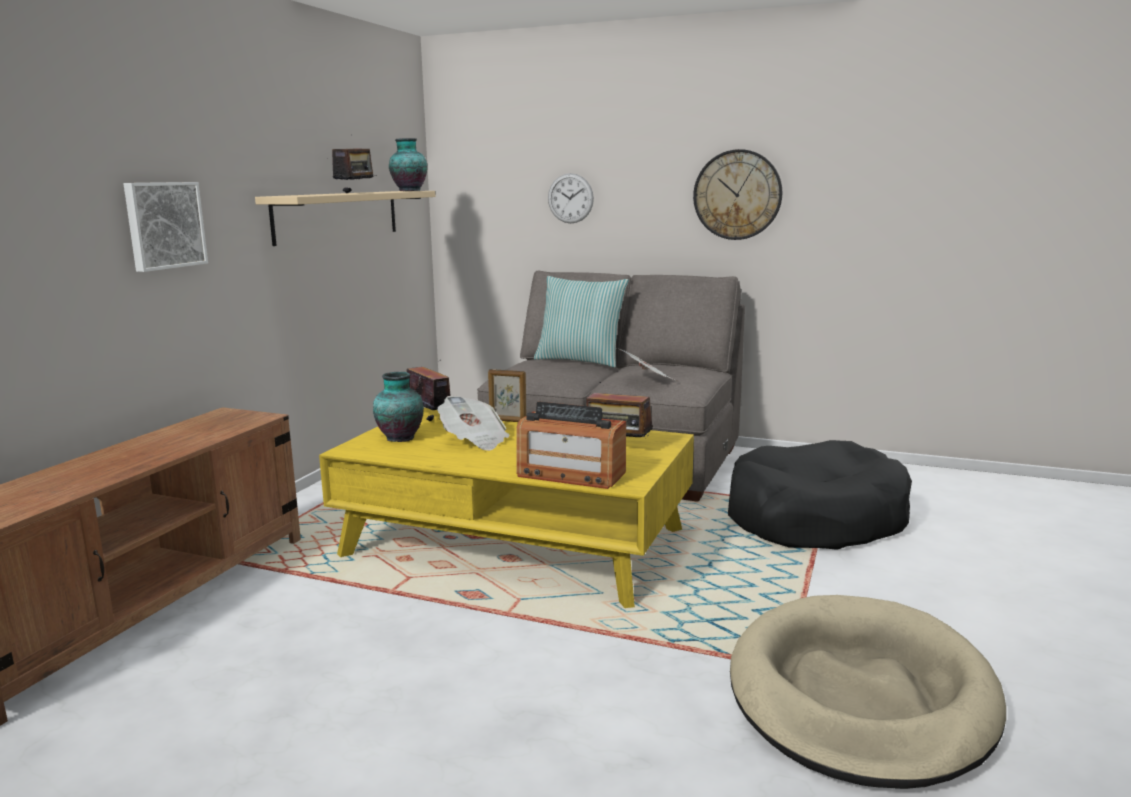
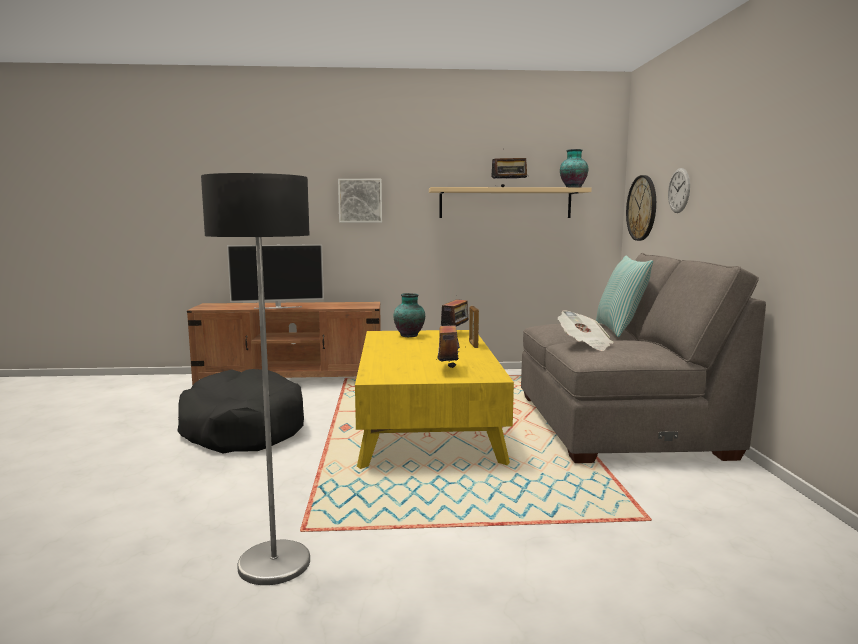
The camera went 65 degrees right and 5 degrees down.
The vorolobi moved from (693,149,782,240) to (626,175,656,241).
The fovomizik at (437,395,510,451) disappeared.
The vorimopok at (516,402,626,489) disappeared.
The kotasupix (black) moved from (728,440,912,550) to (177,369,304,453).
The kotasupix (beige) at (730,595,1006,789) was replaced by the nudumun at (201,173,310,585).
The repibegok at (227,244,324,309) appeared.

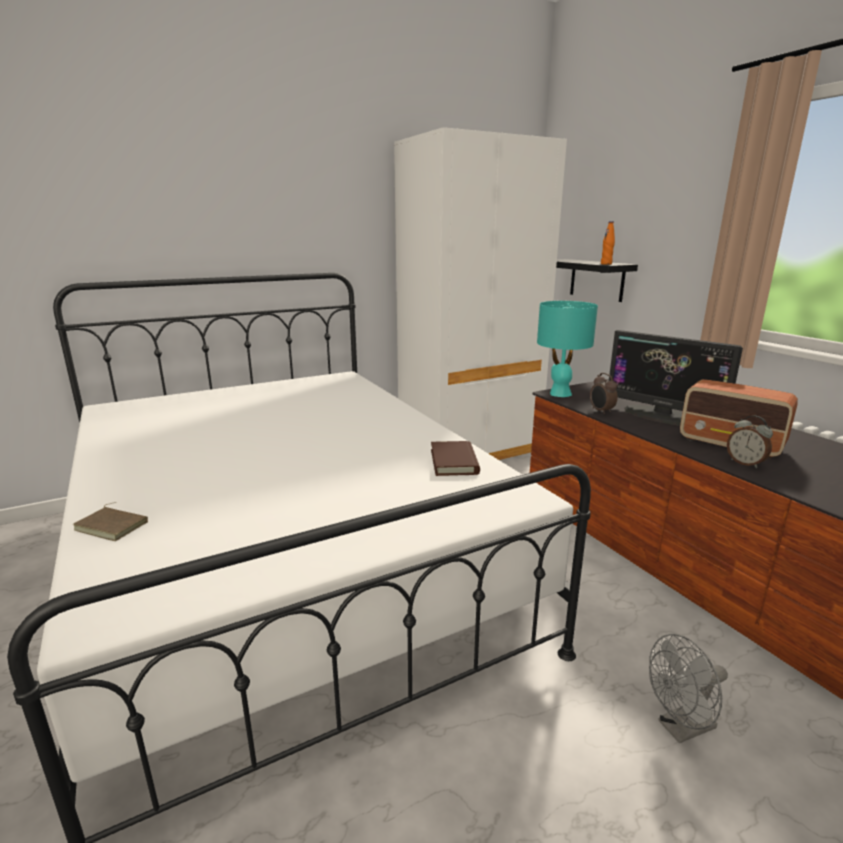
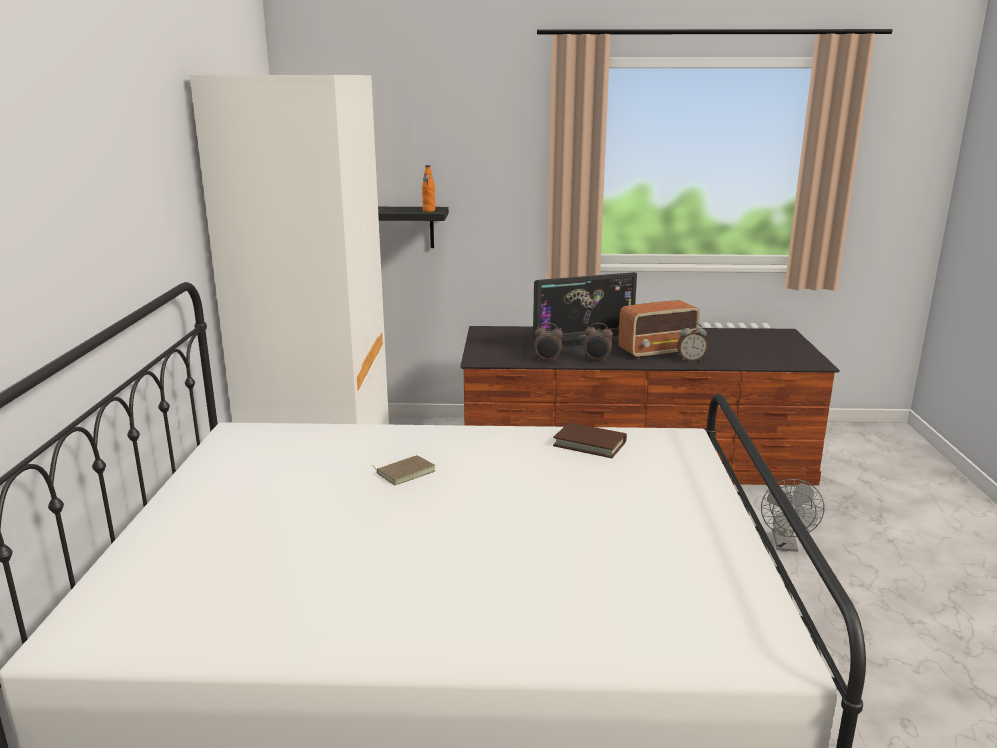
The camera went 60 degrees left and 0 degrees up.
The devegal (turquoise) at (537,301,598,397) disappeared.
The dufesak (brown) moved from (73,502,148,541) to (371,455,435,485).
The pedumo at (584,323,613,362) appeared.

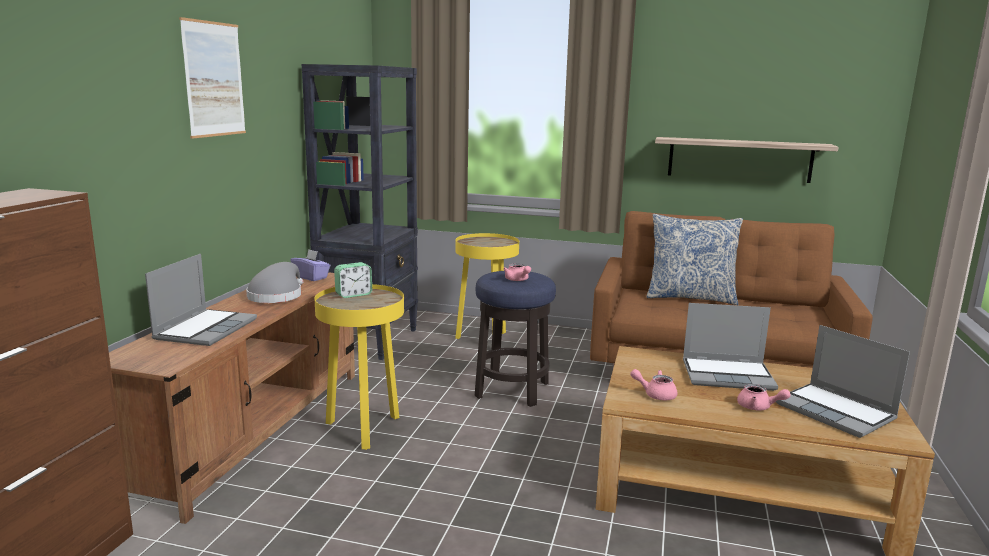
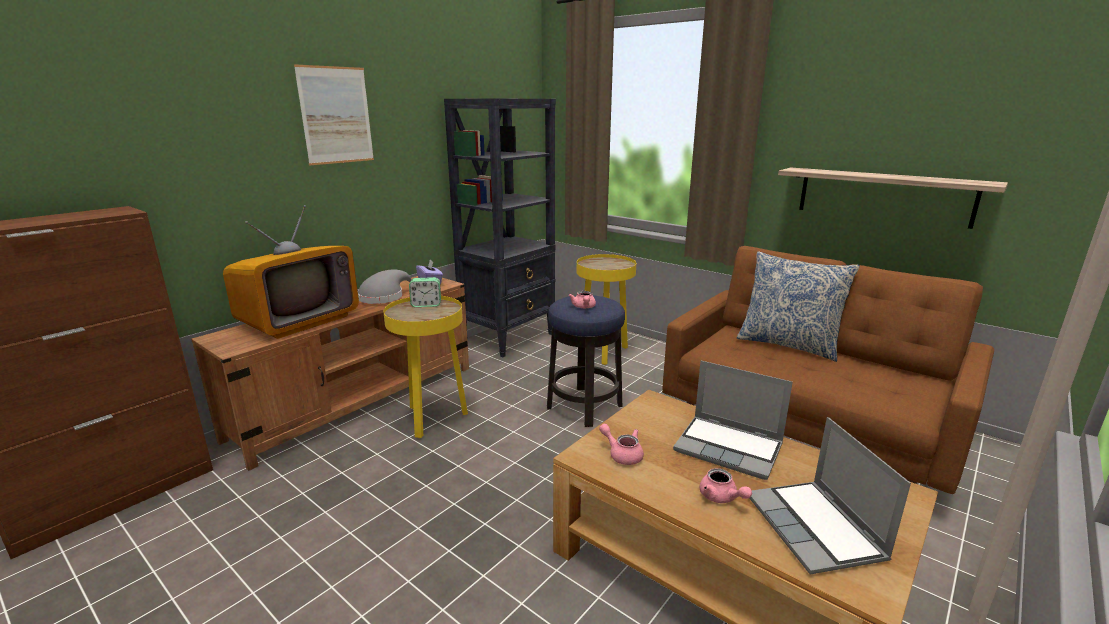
The camera went 25 degrees right and 5 degrees up.
The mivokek at (145,254,257,346) was replaced by the repibegok at (223,205,359,339).

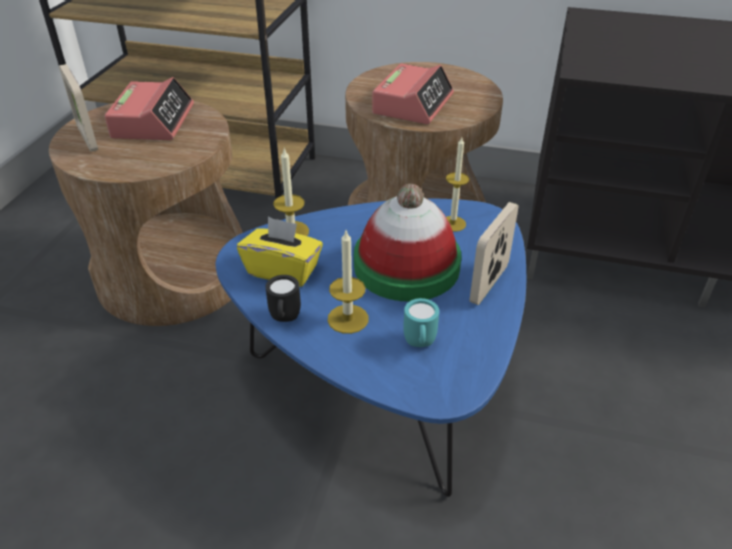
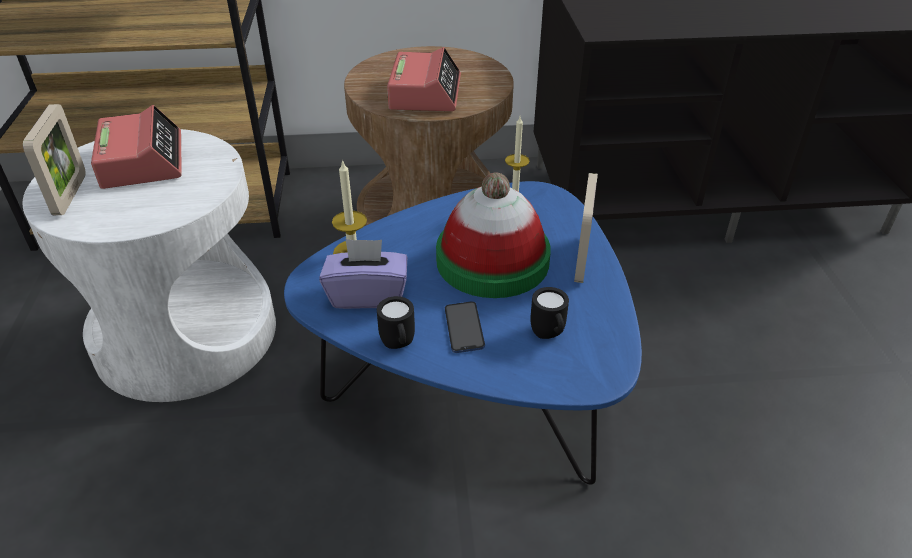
The camera went 20 degrees left and 0 degrees up.
The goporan at (59,64,98,152) turned 135 degrees counterclockwise.
The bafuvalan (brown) at (49,101,243,326) became the bafuvalan (white) at (23,129,276,402).
The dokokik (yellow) at (237,217,323,287) became the dokokik (purple) at (319,239,407,309).
The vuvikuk at (328,231,369,334) was replaced by the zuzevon at (445,301,485,353).
The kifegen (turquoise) at (403,298,439,347) became the kifegen (black) at (530,287,569,339).

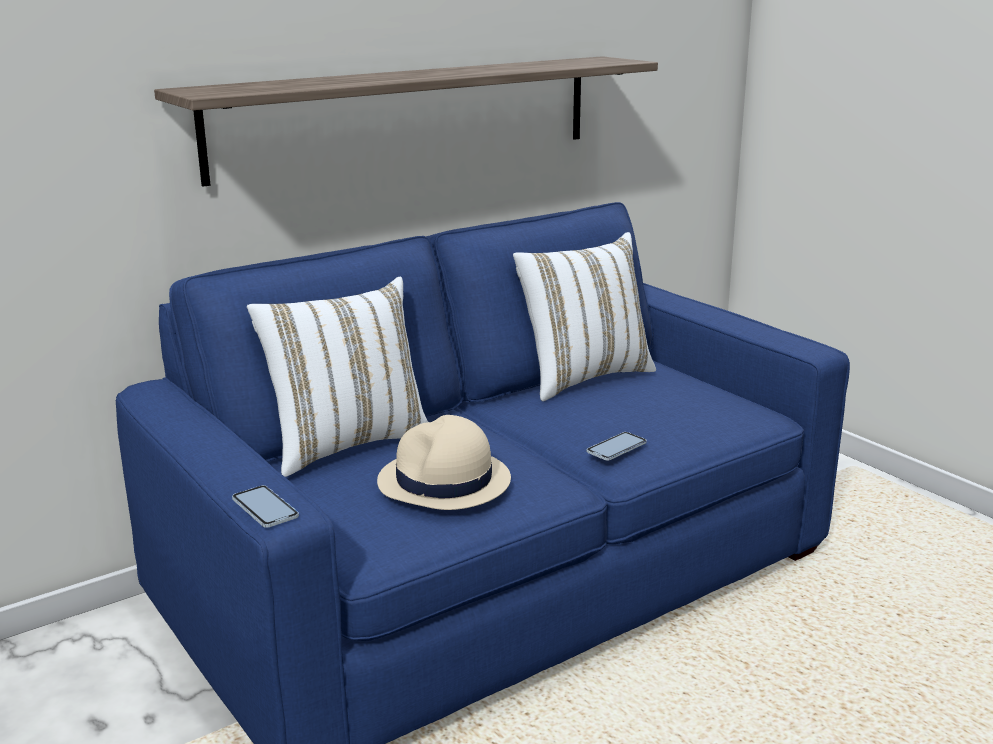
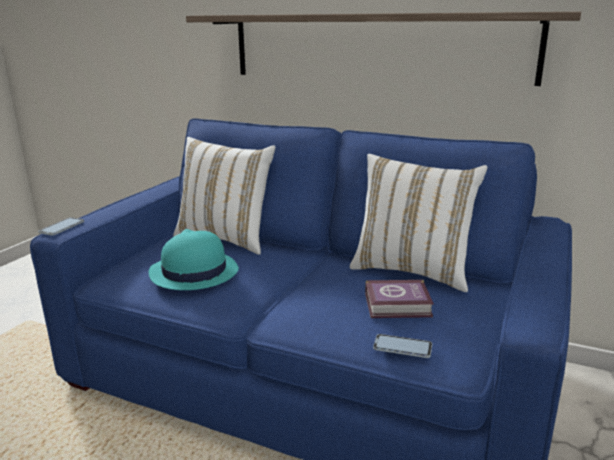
The camera went 60 degrees right and 0 degrees up.
The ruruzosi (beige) at (377,415,511,510) became the ruruzosi (turquoise) at (149,229,239,290).
The zuzevon moved from (587,432,647,461) to (373,334,432,358).
The dufesak at (365,280,434,318) appeared.

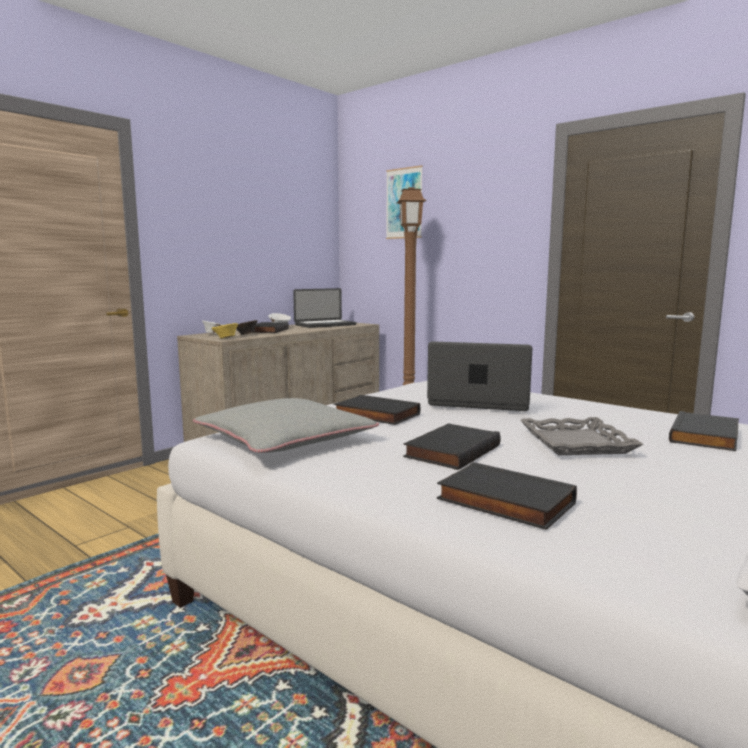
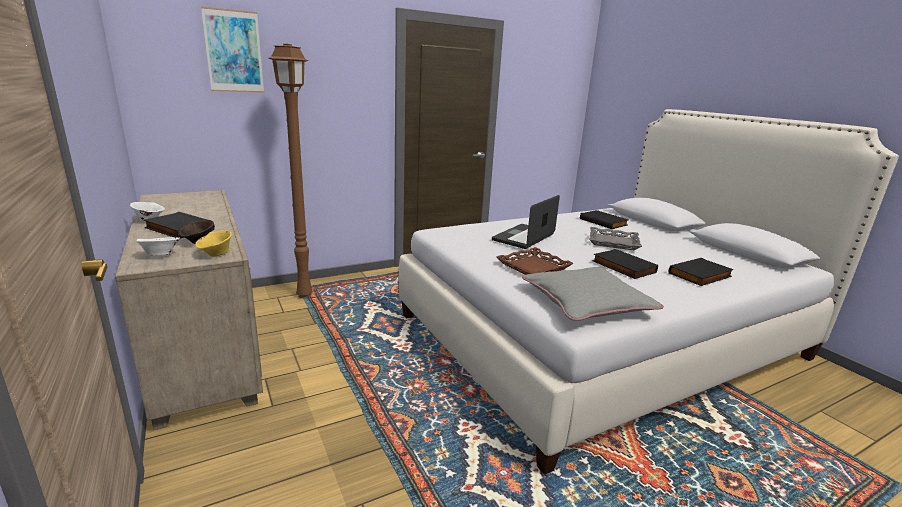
The camera went 70 degrees left and 10 degrees up.
The mivokek at (293,288,357,328) disappeared.
The dufesak (black) at (334,395,420,425) was replaced by the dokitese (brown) at (496,247,574,275).

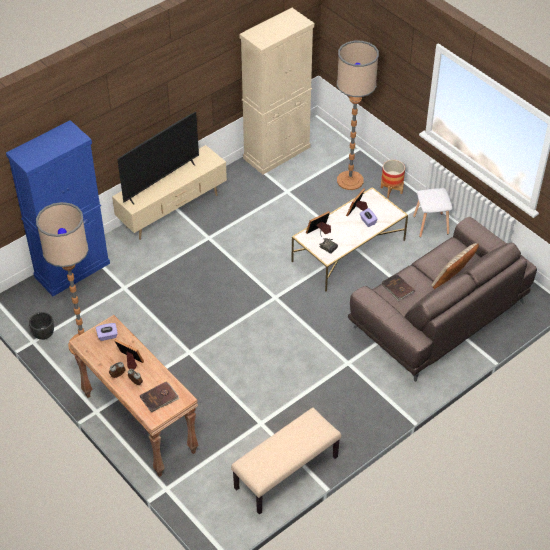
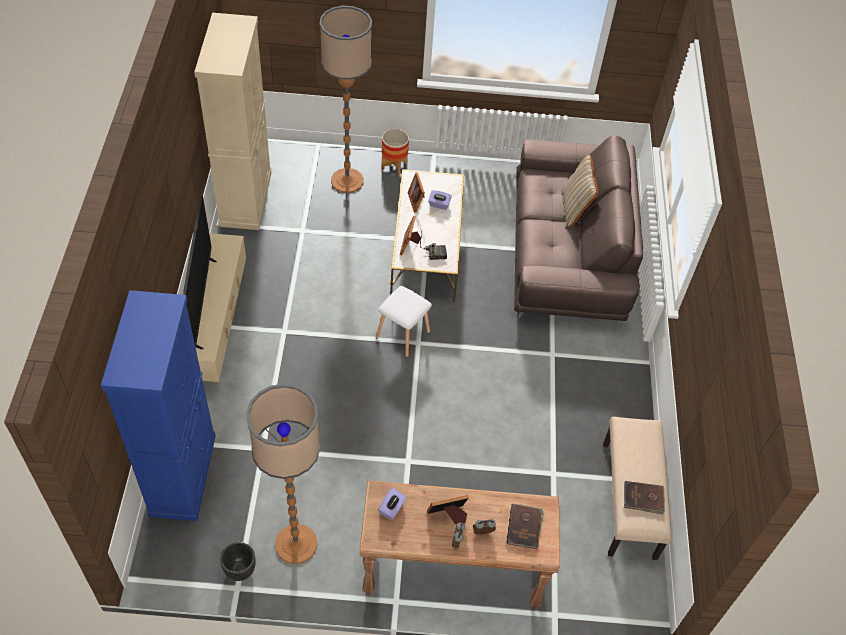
The camera went 50 degrees left and 5 degrees up.
The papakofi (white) moved from (413,188,452,237) to (376,286,432,357).
The dufesak (brown) moved from (381,273,415,301) to (624,481,665,515).

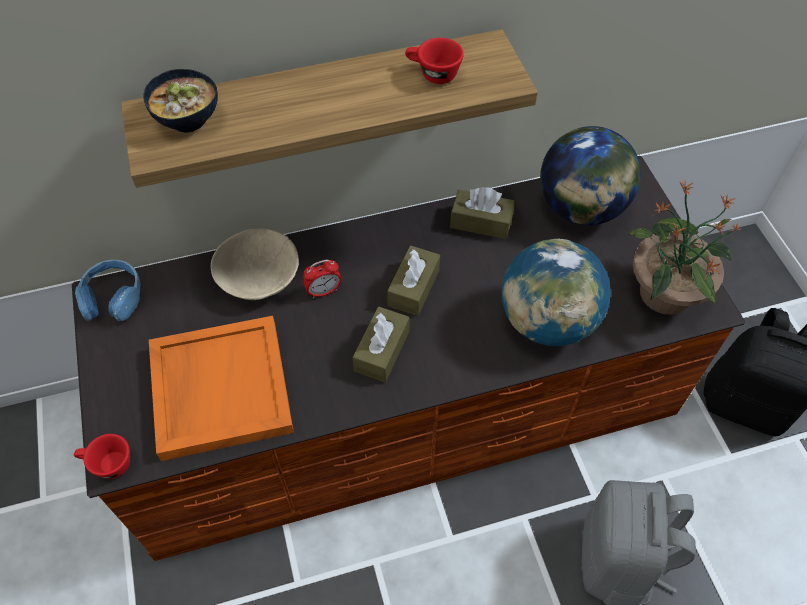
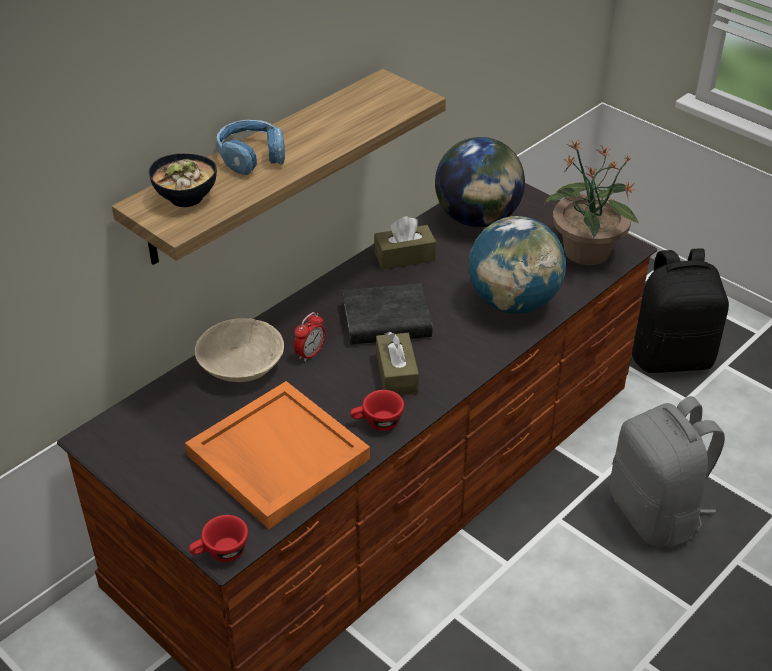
The camera went 30 degrees left and 15 degrees down.
The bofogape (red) moved from (405,38,464,84) to (350,390,404,431).
The dokokik (brown) at (387,246,440,316) was replaced by the dufesak (black) at (342,283,433,345).
The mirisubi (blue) moved from (75,260,140,321) to (217,120,285,175).

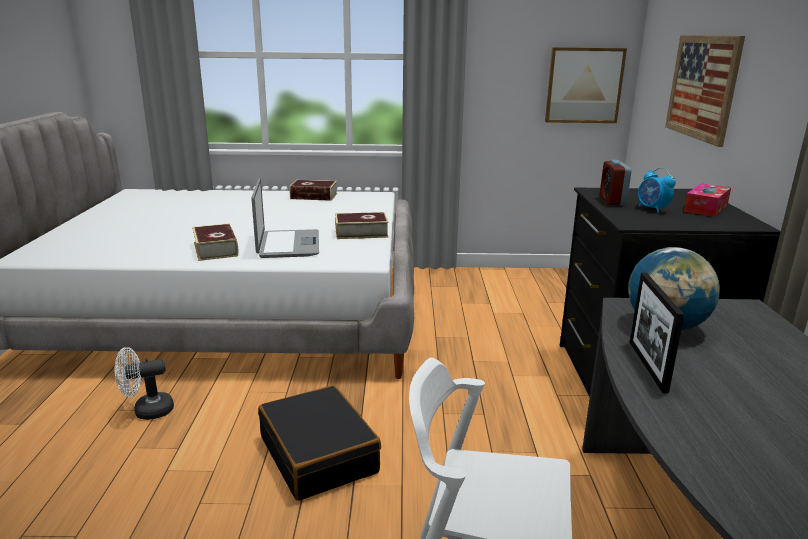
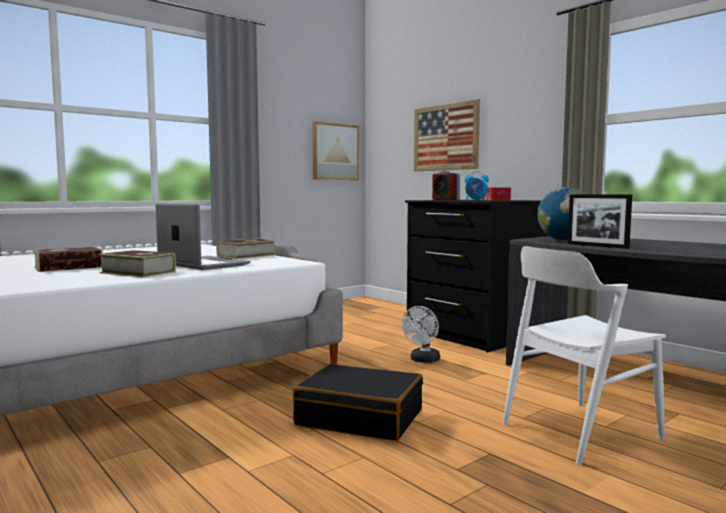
The camera went 40 degrees left and 15 degrees down.
The dufesak moved from (289,180,337,201) to (33,247,103,272).
The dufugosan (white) moved from (115,347,174,420) to (402,306,440,363).

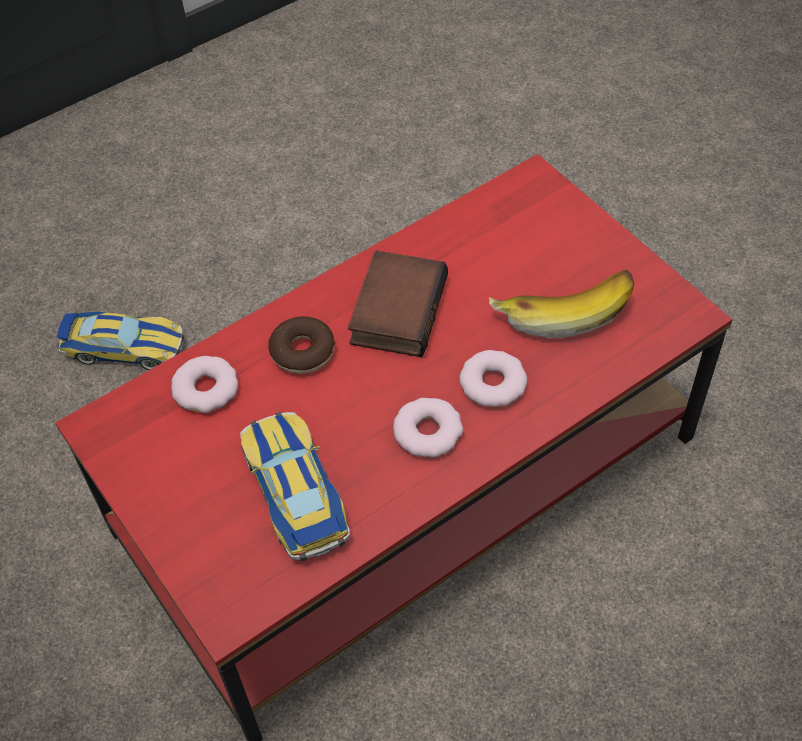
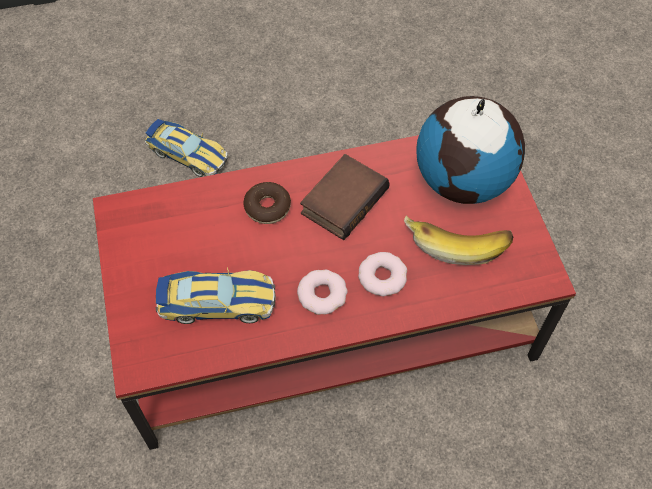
The camera went 20 degrees right and 5 degrees up.
The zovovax at (171,356,238,413) disappeared.
The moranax at (240,412,350,561) turned 90 degrees clockwise.
The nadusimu at (416,96,525,204) appeared.

